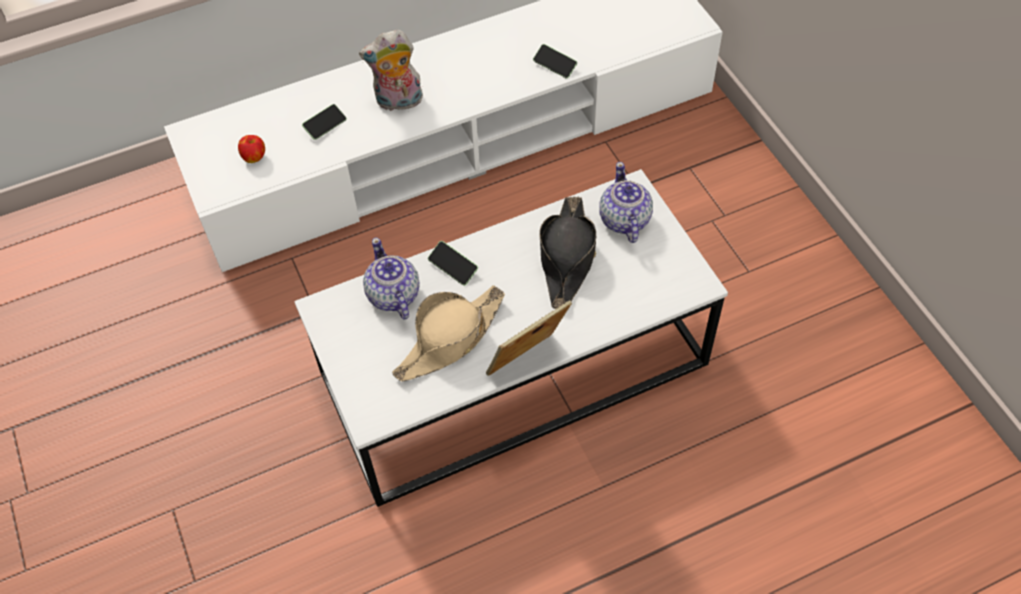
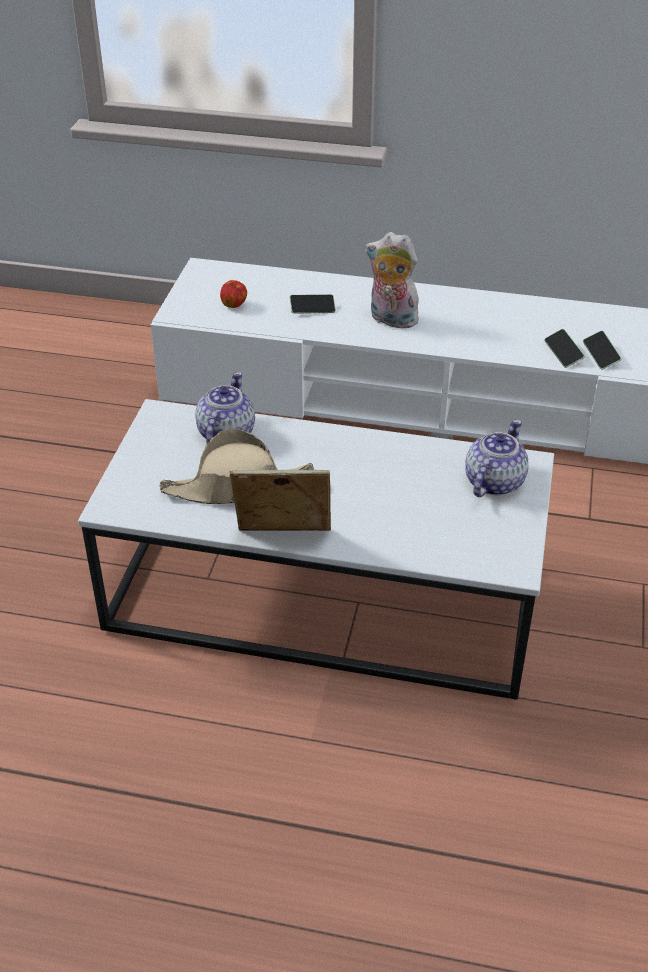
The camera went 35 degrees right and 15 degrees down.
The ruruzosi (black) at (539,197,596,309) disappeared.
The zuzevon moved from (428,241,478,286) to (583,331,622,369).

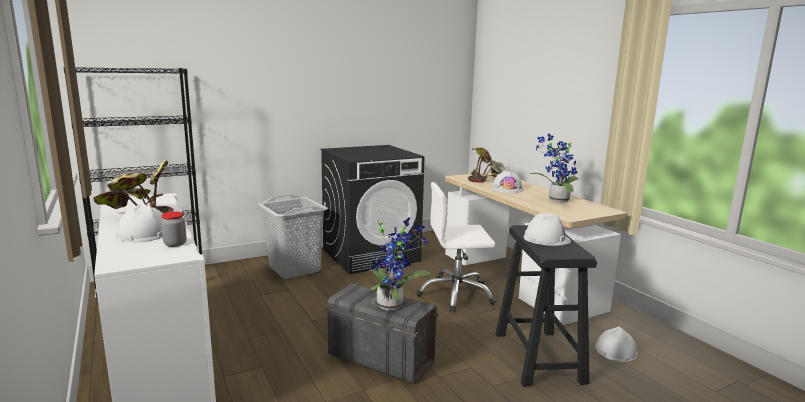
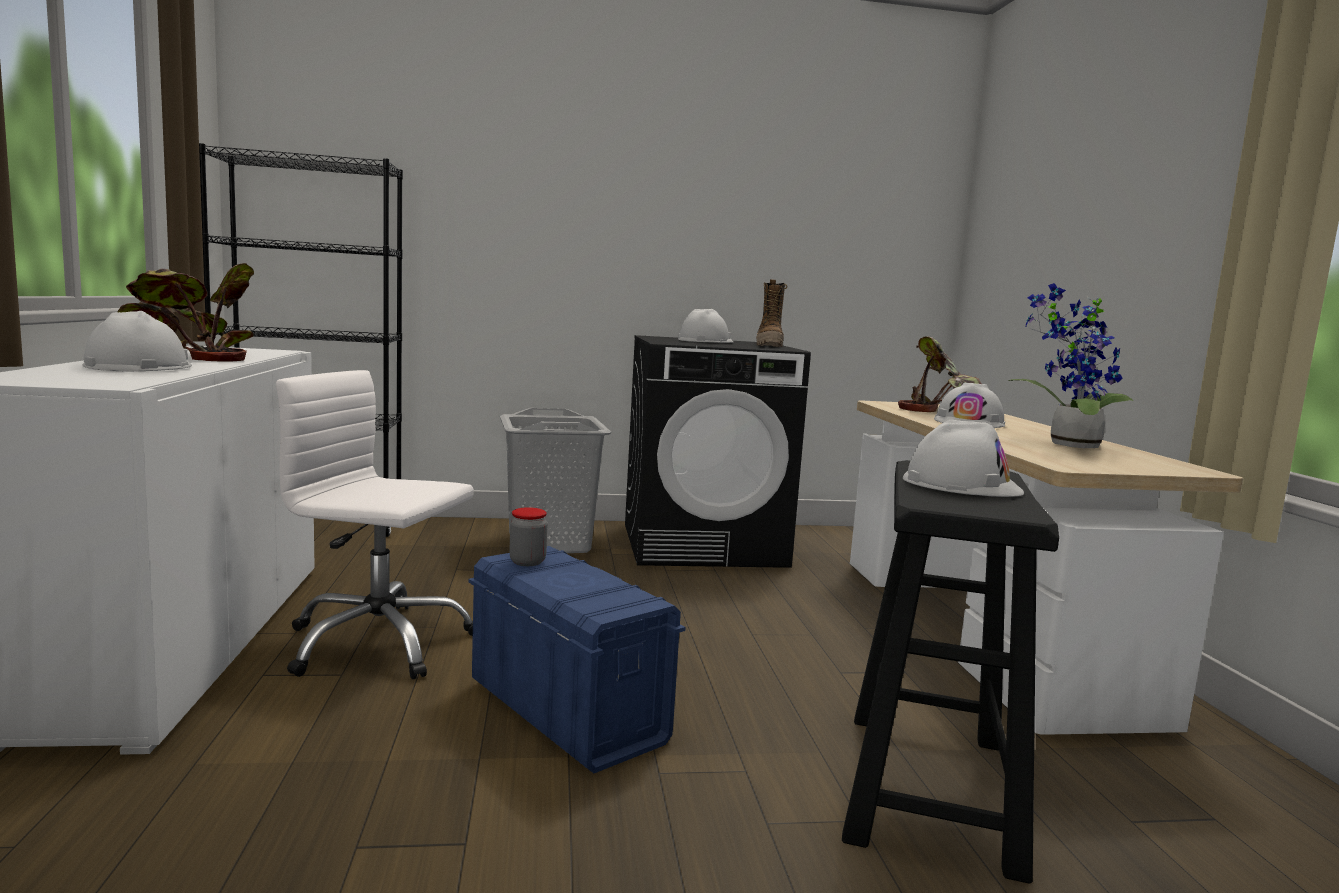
The camera went 20 degrees right and 5 degrees down.
The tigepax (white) moved from (416,182,496,313) to (276,370,474,679).
The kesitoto moved from (161,212,187,247) to (509,507,547,566).
The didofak at (368,218,430,311) disappeared.
The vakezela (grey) at (325,284,439,384) became the vakezela (blue) at (469,546,686,773).
The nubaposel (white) moved from (595,327,638,362) to (678,309,733,343).
The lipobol at (756,279,787,347) appeared.

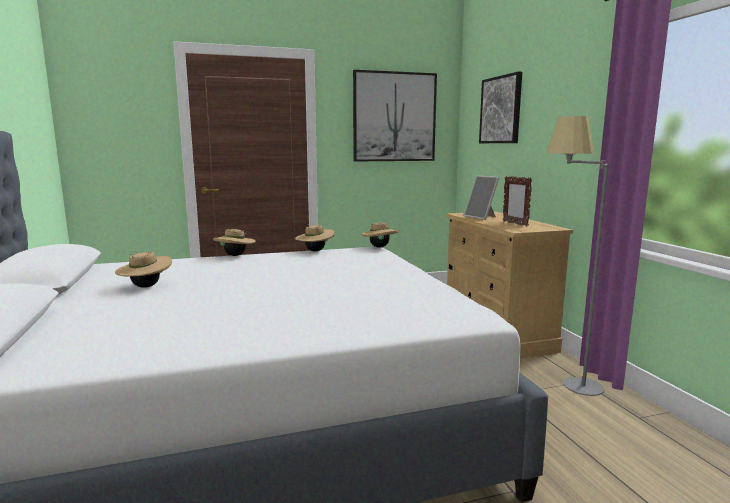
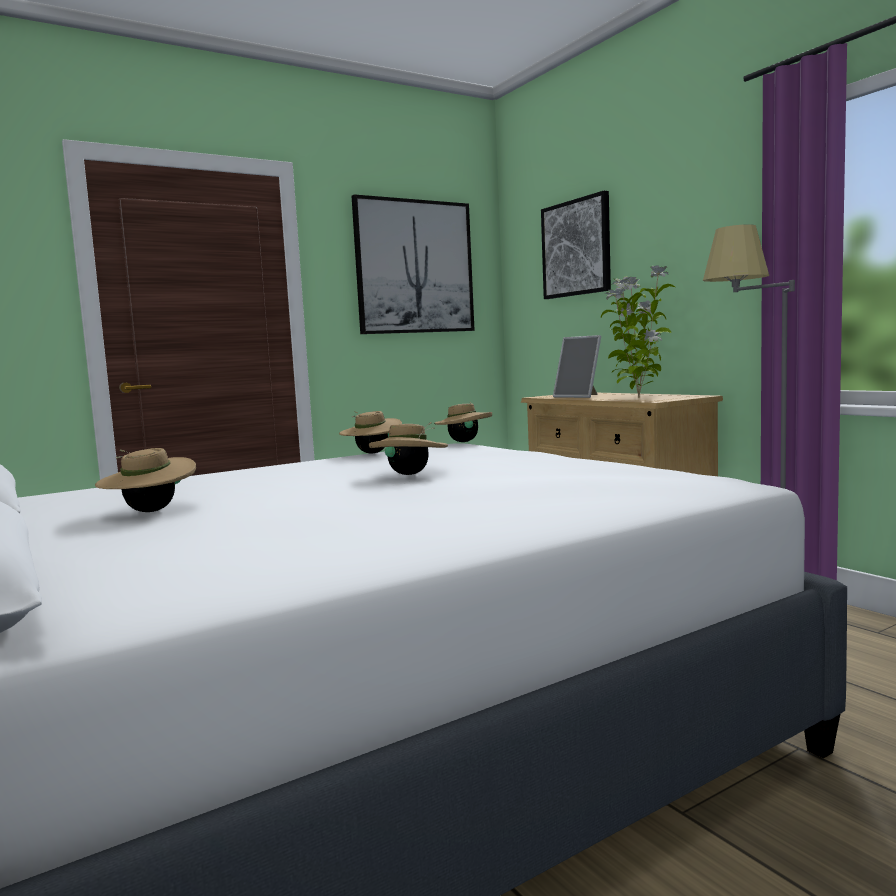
The camera went 15 degrees left and 5 degrees down.
The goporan at (503,176,532,227) was replaced by the didofak at (601,265,675,397).
The ruruzosi (beige) moved from (213,229,256,256) to (369,422,448,475).

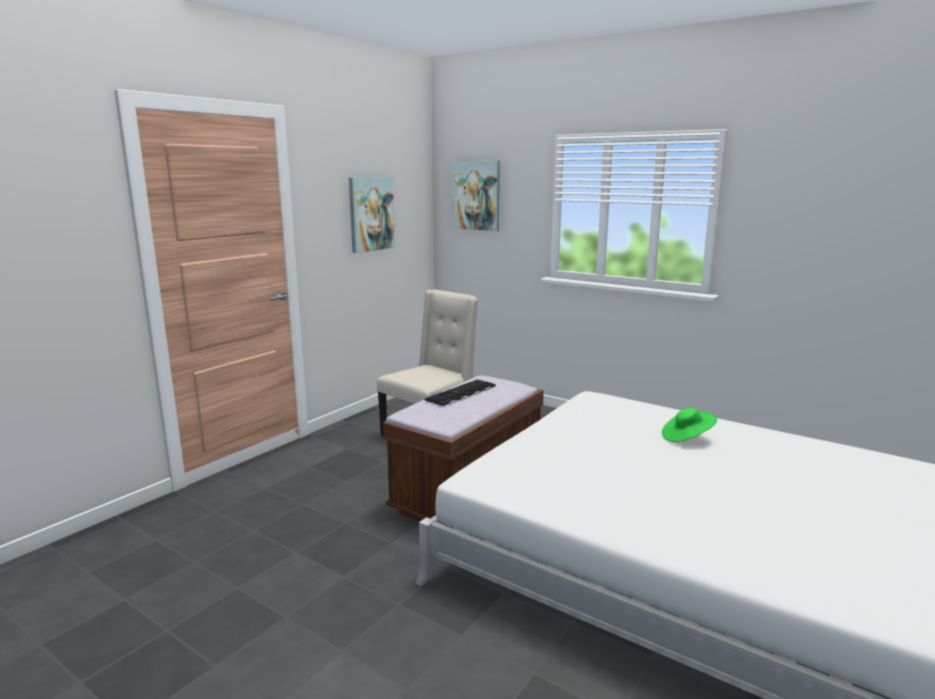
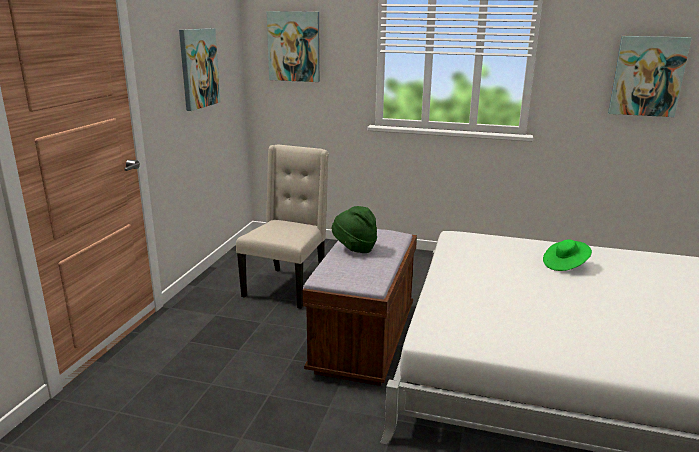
The camera went 20 degrees left and 5 degrees up.
The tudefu at (424,379,496,407) was replaced by the ruruzosi (green) at (332,206,377,253).
The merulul at (608,36,692,117) appeared.

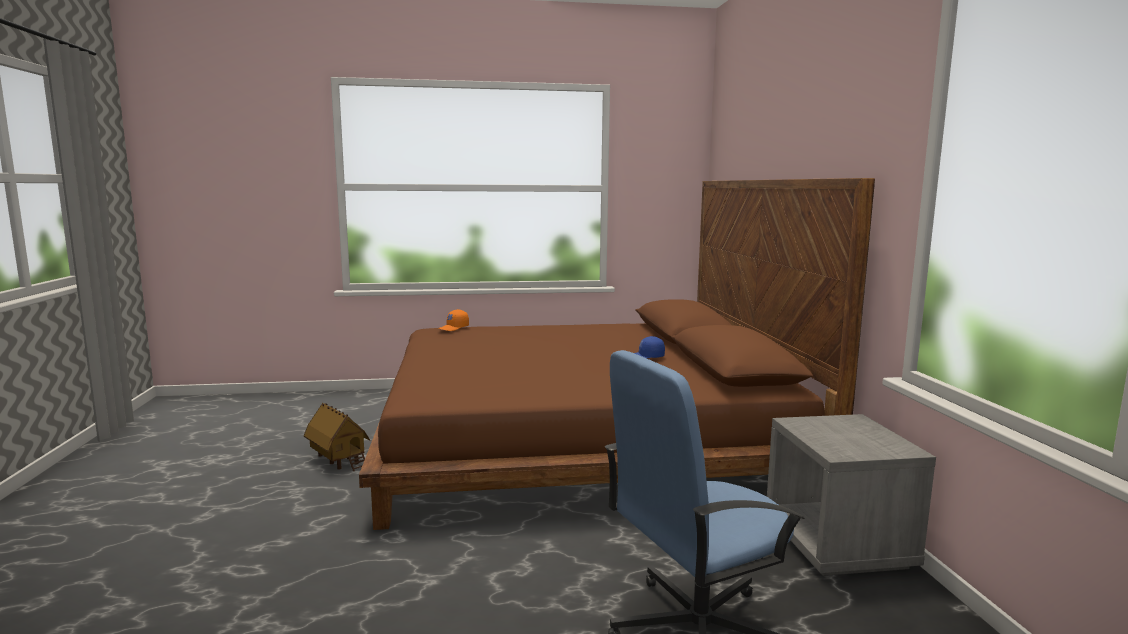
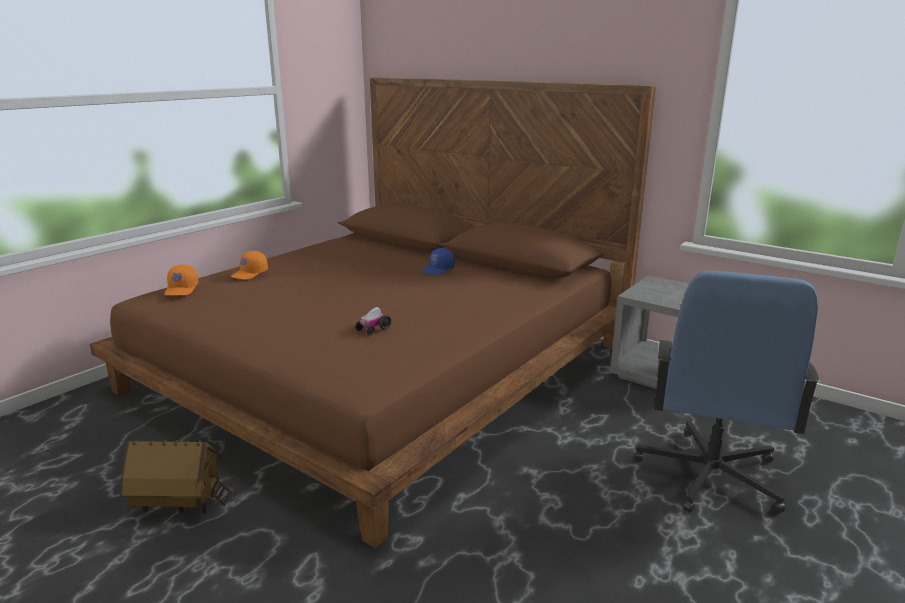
The camera went 45 degrees left and 10 degrees up.
The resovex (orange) at (231,251,268,280) appeared.
The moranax at (355,307,391,335) appeared.

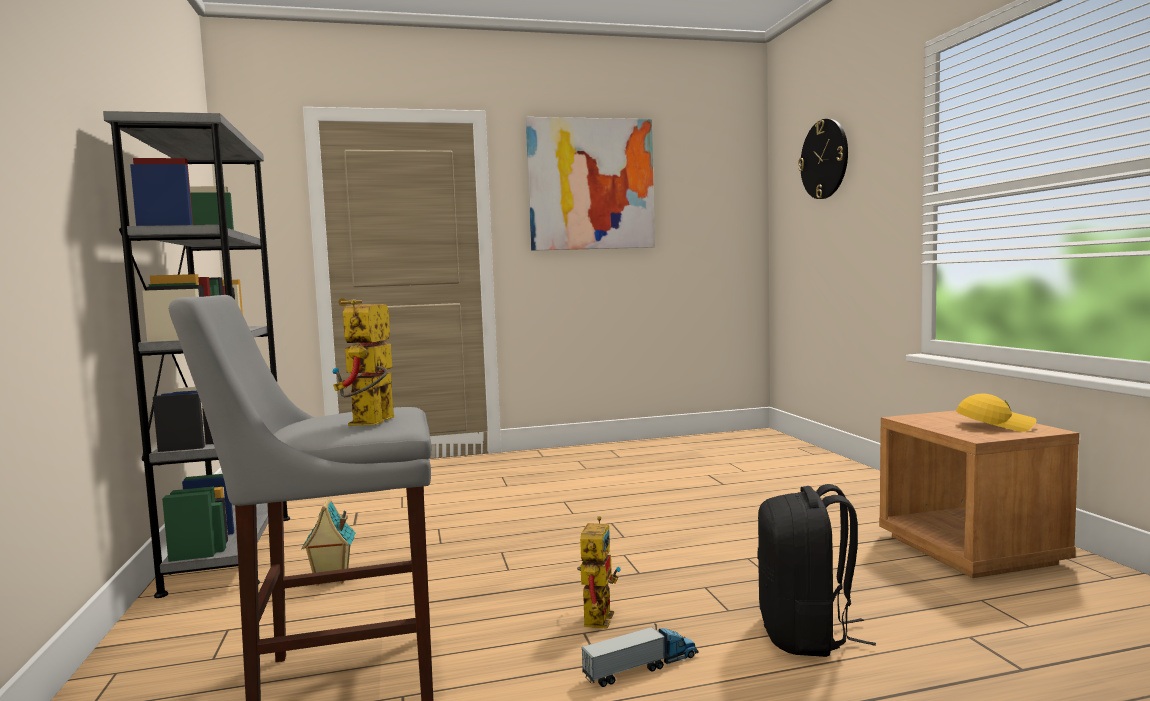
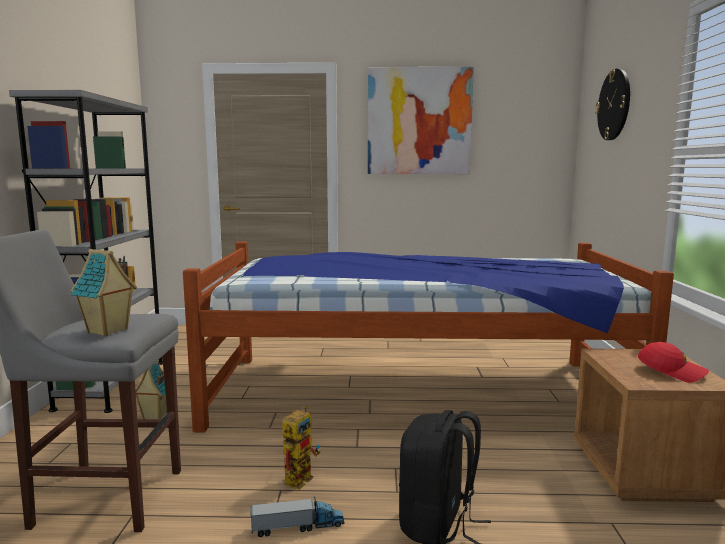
The camera went 15 degrees right and 5 degrees up.
The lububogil at (332,299,394,426) was replaced by the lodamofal at (70,249,137,336).
The resovex (yellow) at (956,393,1037,432) became the resovex (red) at (638,342,709,383).
The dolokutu at (183,242,674,432) appeared.

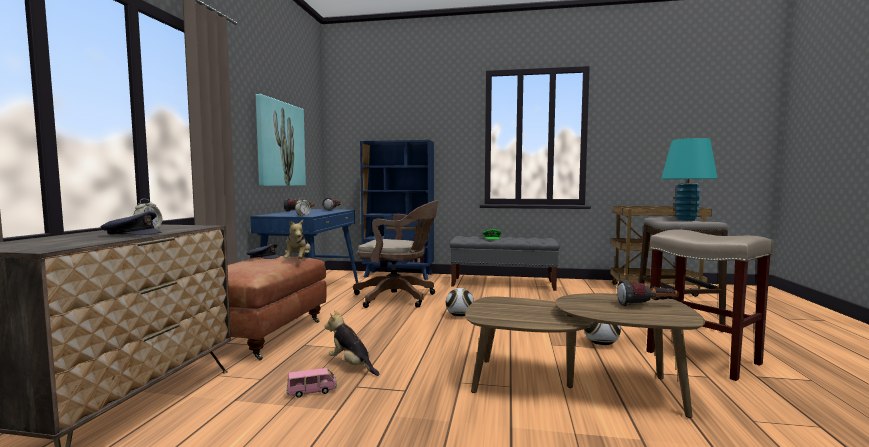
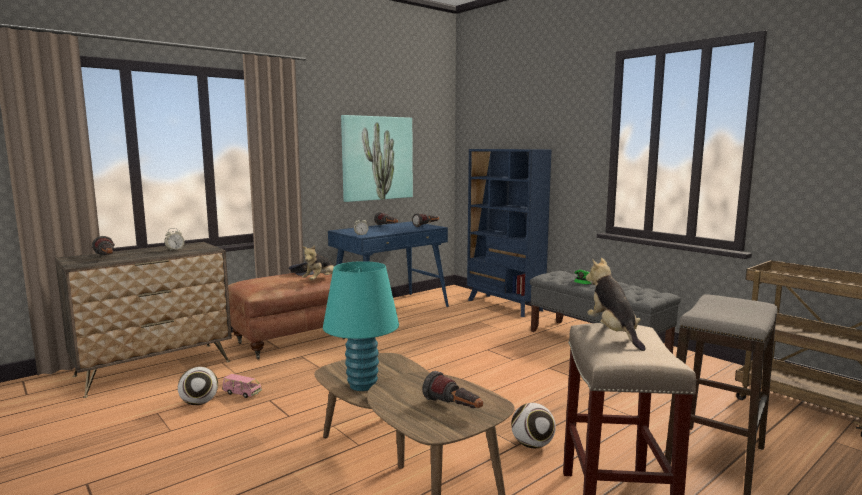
The camera went 40 degrees right and 5 degrees up.
The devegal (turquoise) moved from (661,138,718,221) to (323,261,399,391).
The tigepax (brown) at (353,200,438,308) disappeared.
The resovex (grey) at (101,211,162,235) disappeared.
The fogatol moved from (446,288,474,317) to (178,367,218,405).
The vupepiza moved from (324,310,380,376) to (586,258,646,351).
The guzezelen at (92,236,115,256) appeared.

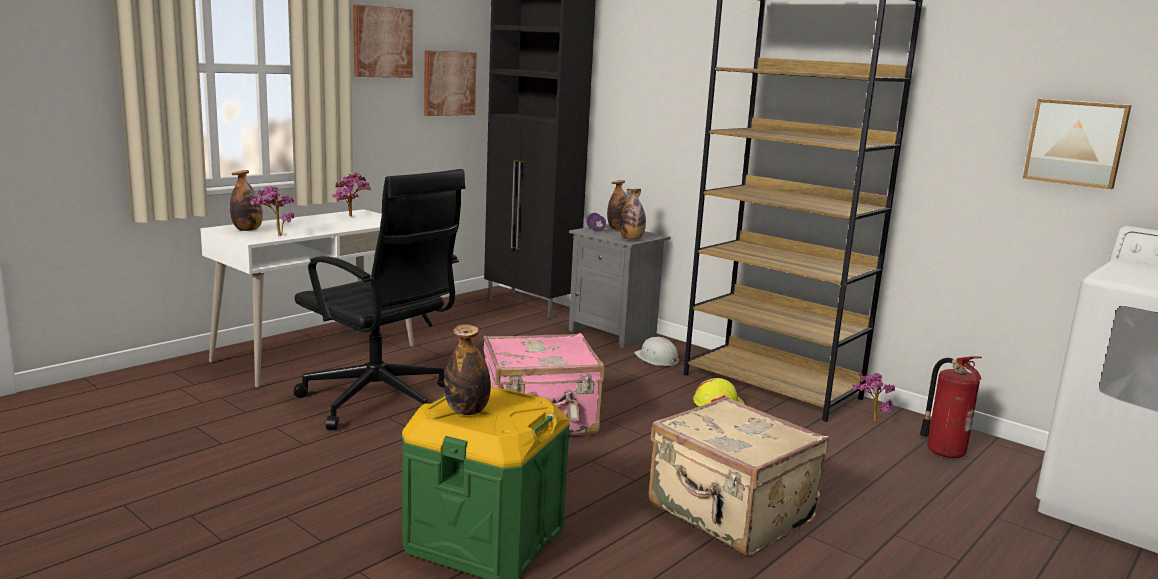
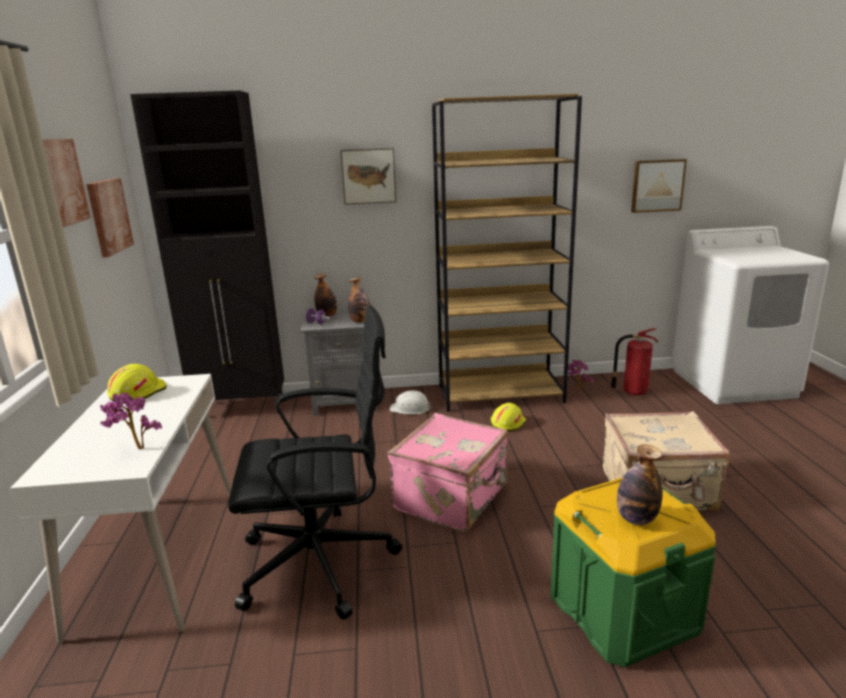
The camera went 45 degrees left and 5 degrees up.
The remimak at (230,170,263,231) disappeared.
The didofak at (332,173,371,217) was replaced by the nubaposel (yellow) at (107,364,167,403).
The merulul at (340,148,396,205) appeared.

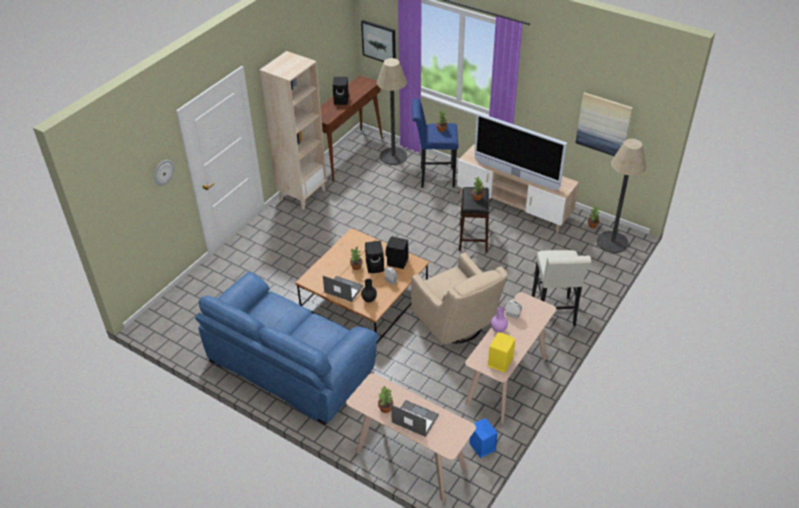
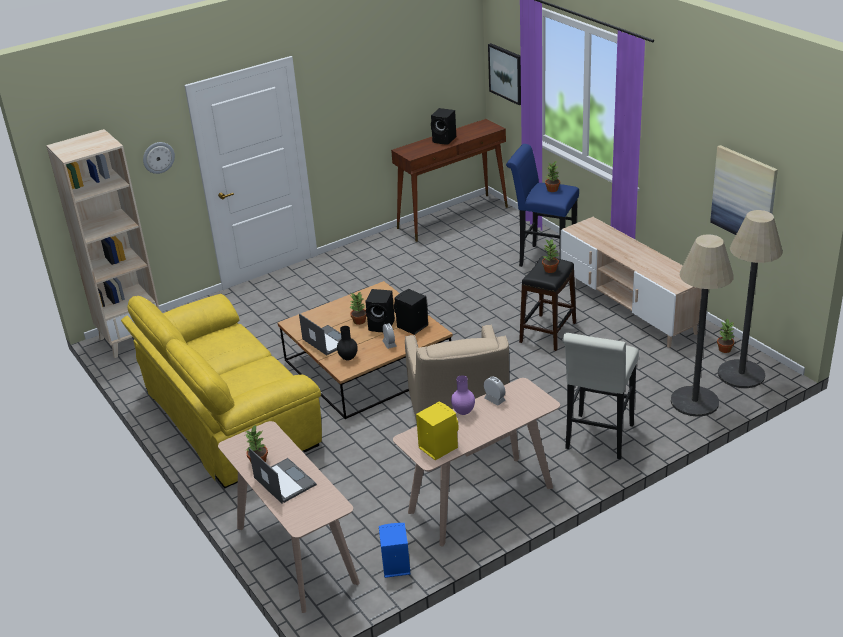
The camera went 25 degrees right and 10 degrees down.
The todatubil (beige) moved from (259,51,327,210) to (46,129,160,358).
The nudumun moved from (377,58,407,165) to (671,234,734,417).
The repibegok at (474,113,567,190) disappeared.
The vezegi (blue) at (195,272,379,425) became the vezegi (yellow) at (121,294,322,489).

